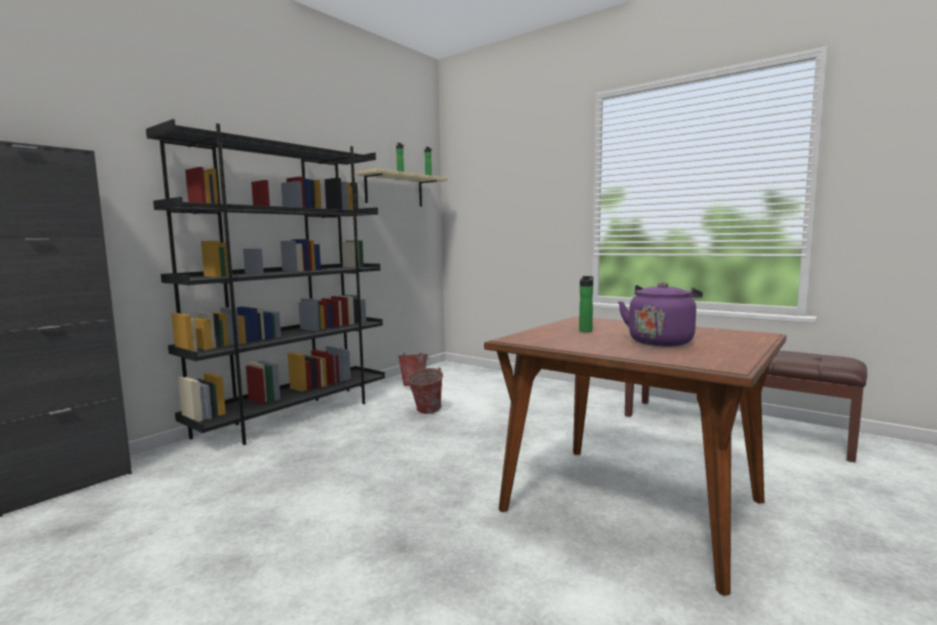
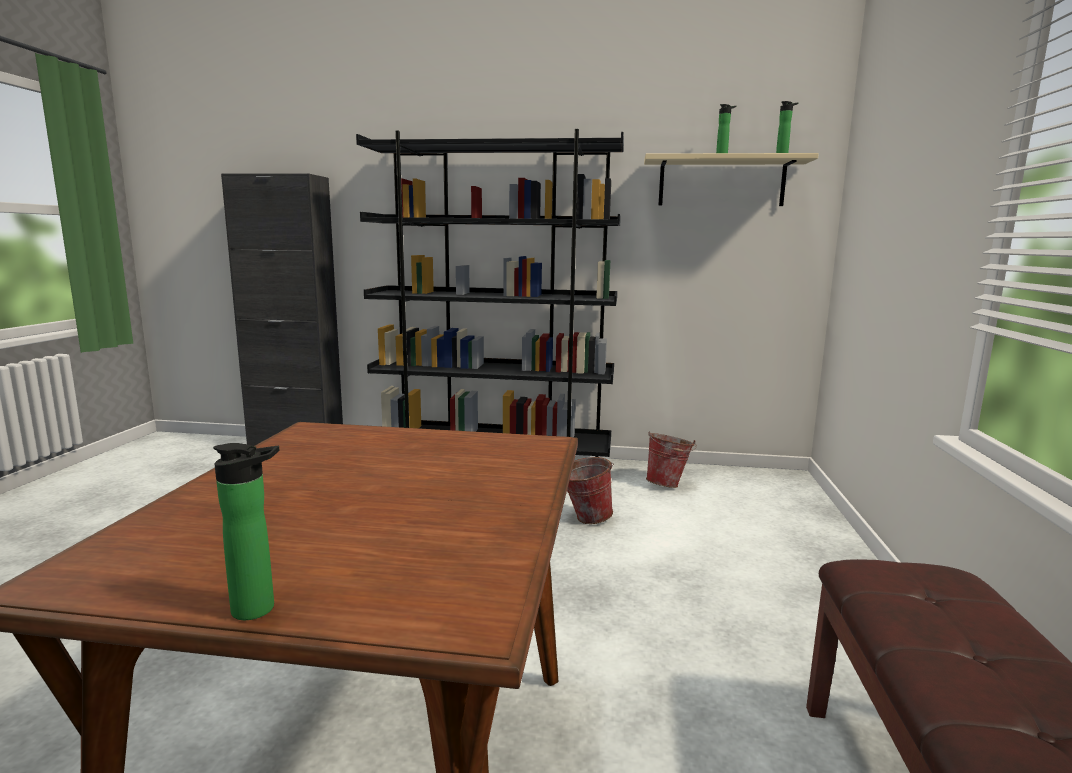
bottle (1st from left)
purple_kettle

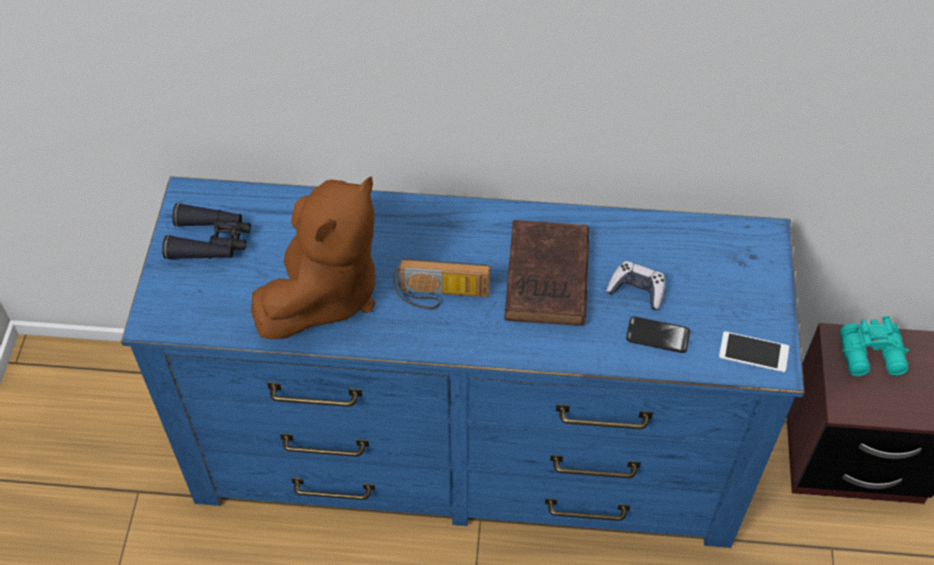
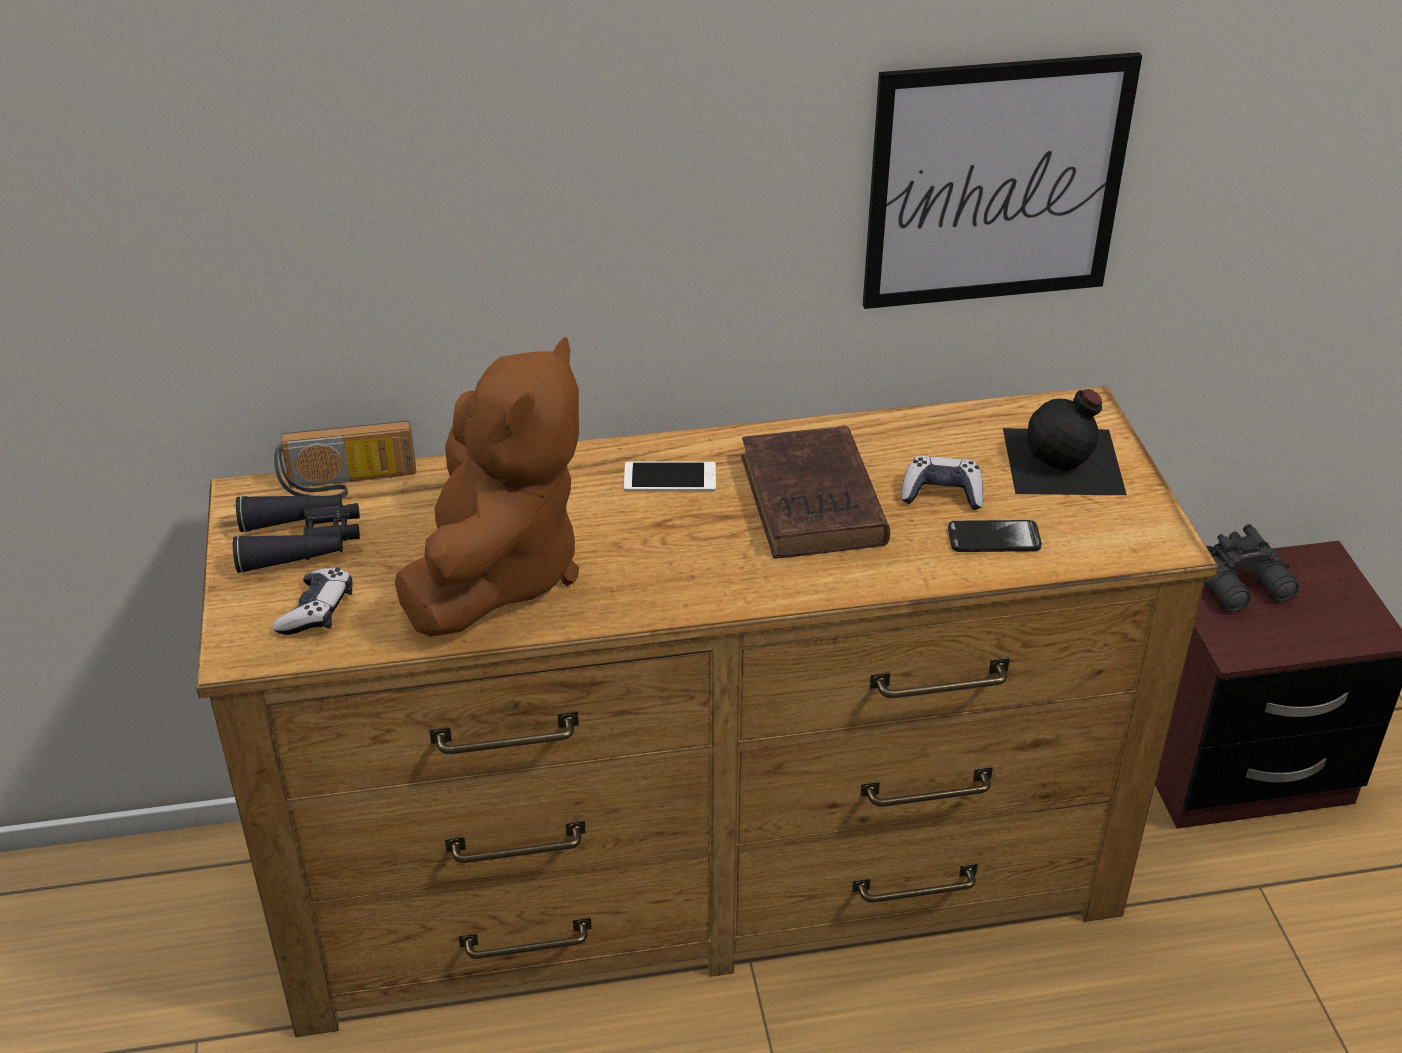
brown_dresser
radio
black_binoculars (2nd from left)
phone (1st from left)
picture
black_bottle
game_controller (1st from left)

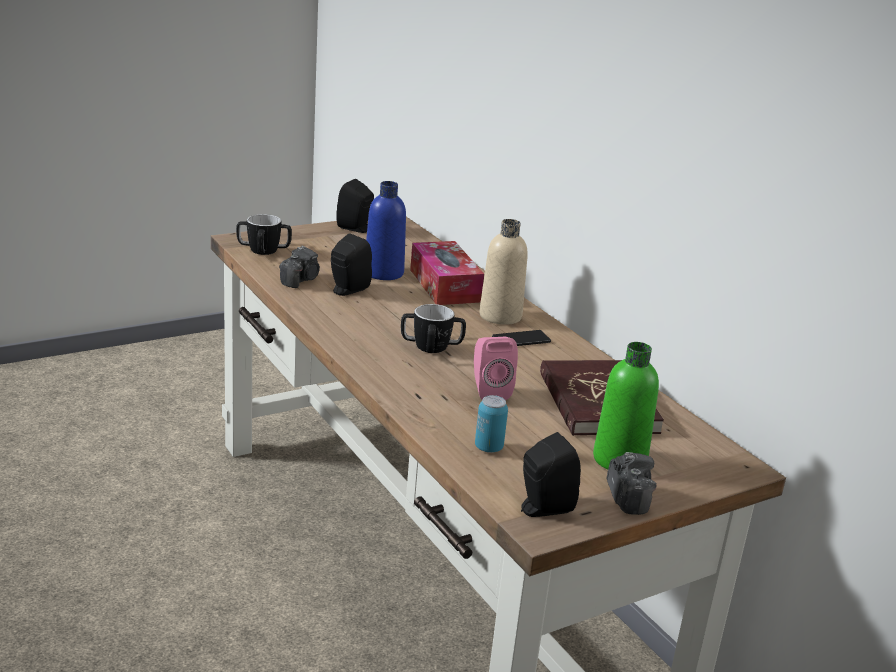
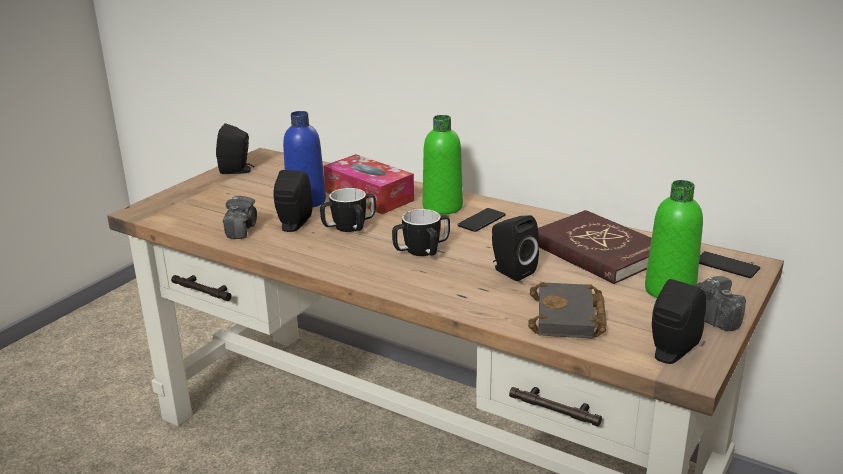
mug (1st from left)
green_bottle (1st from left)
black_speaker (3rd from left)
black_book
phone (2nd from left)

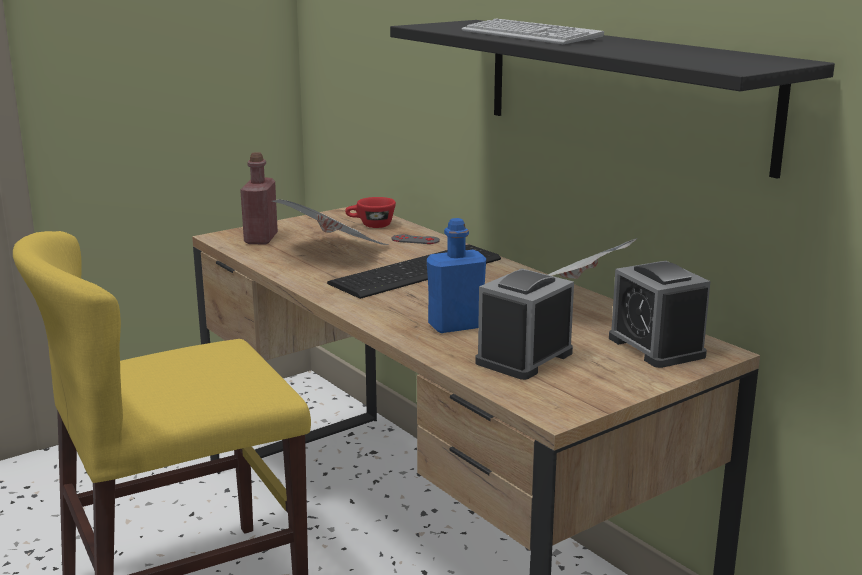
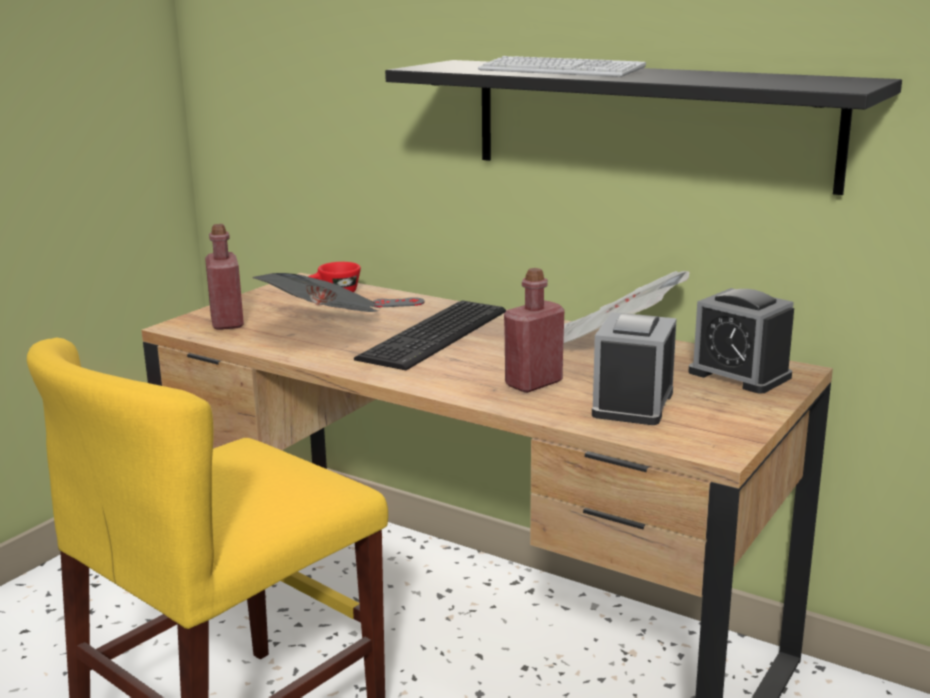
red_bottle (2nd from left)

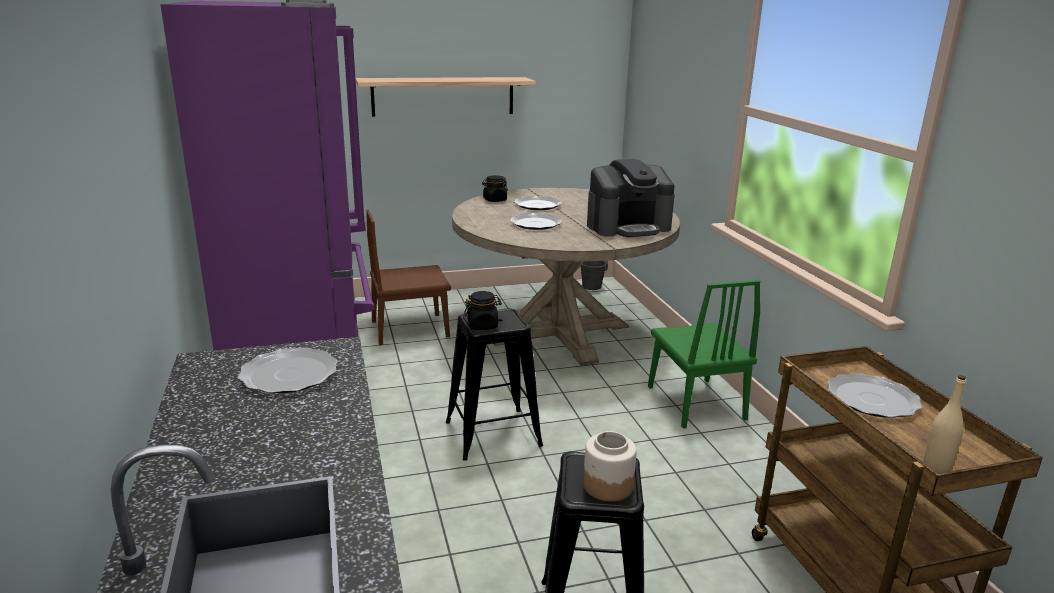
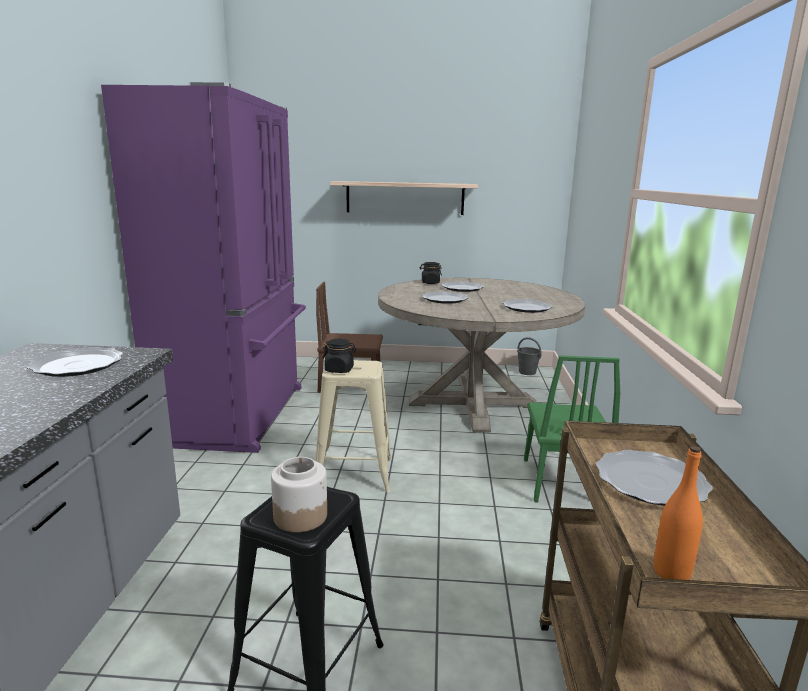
plate (4th from left)
beige_stool
orange_bottle

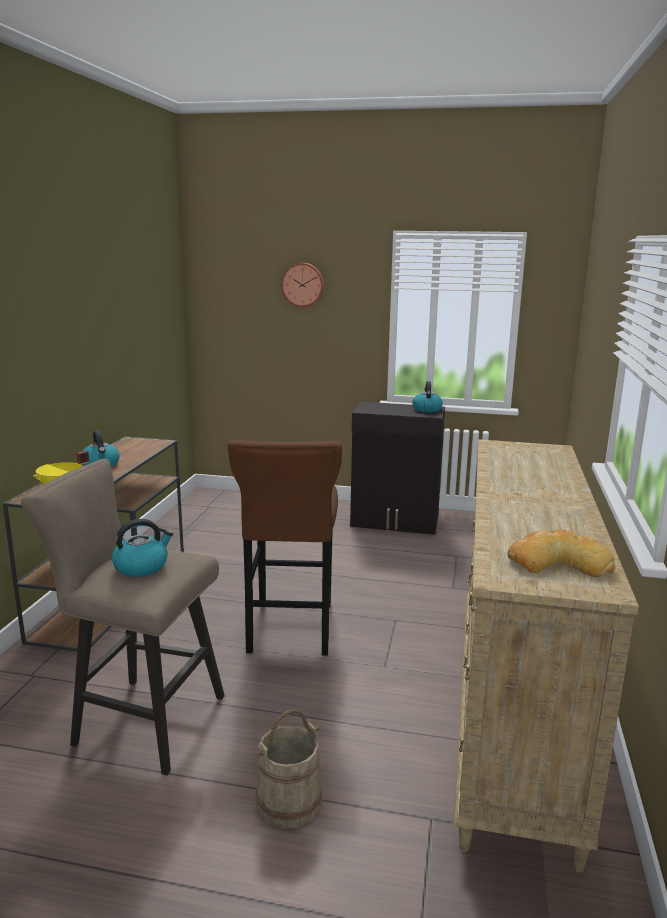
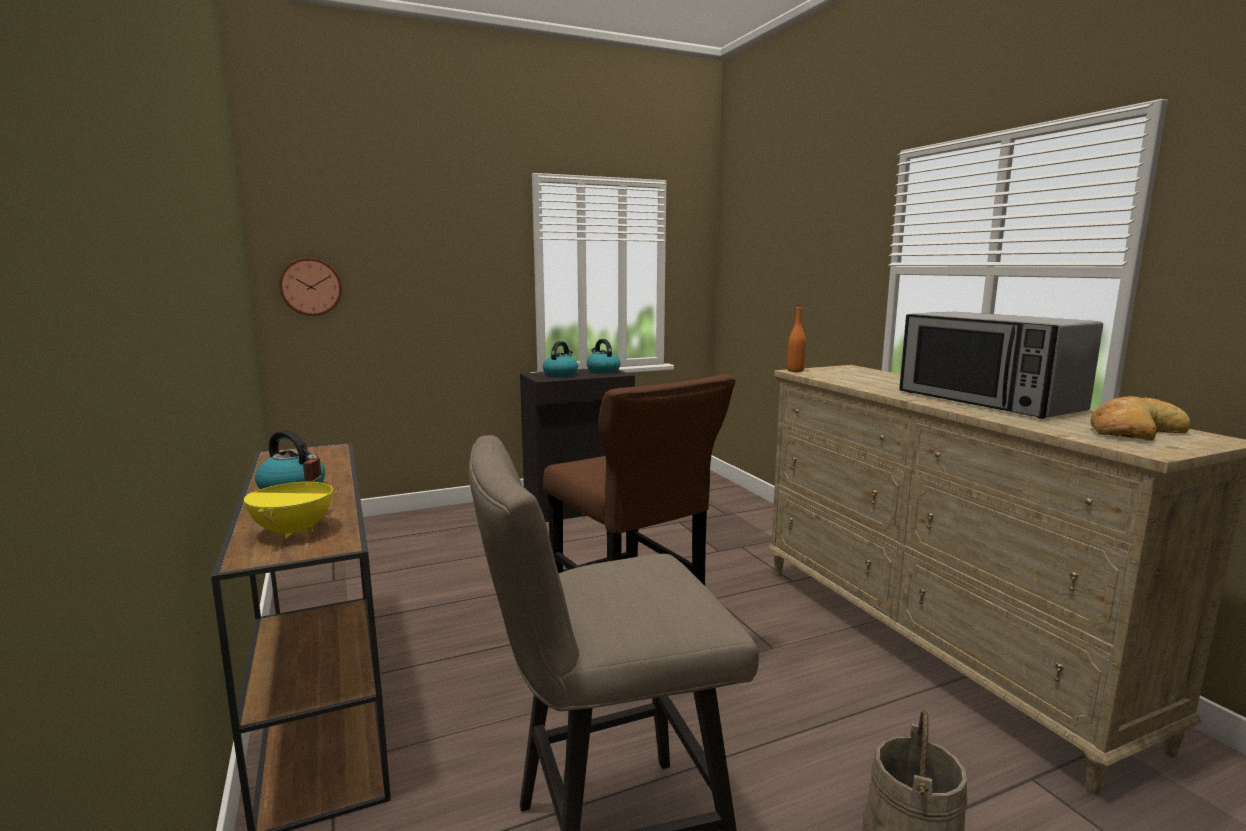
wall_clock
kettle (2nd from left)
orange_bottle
microwave

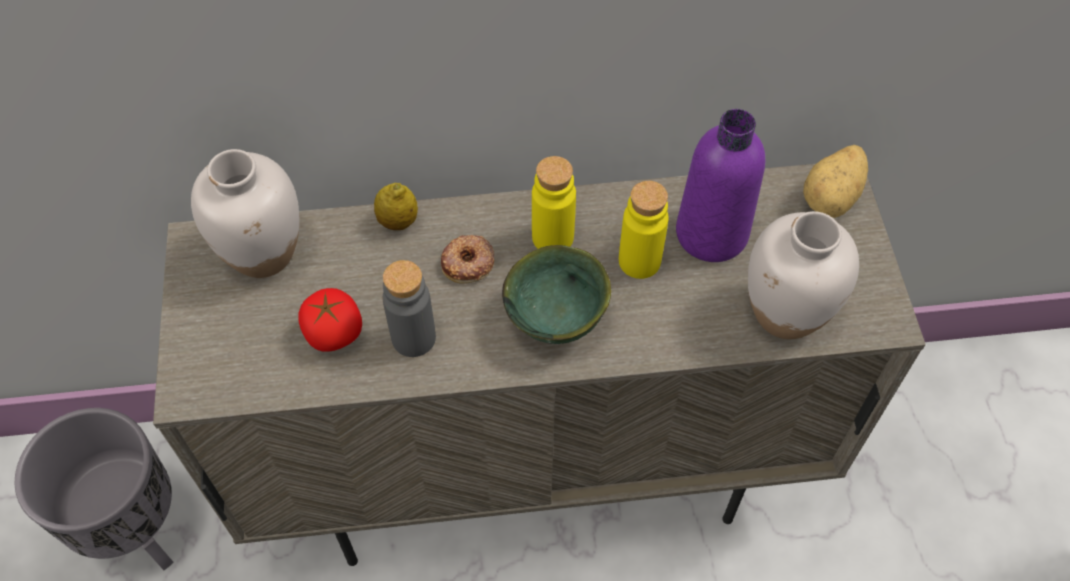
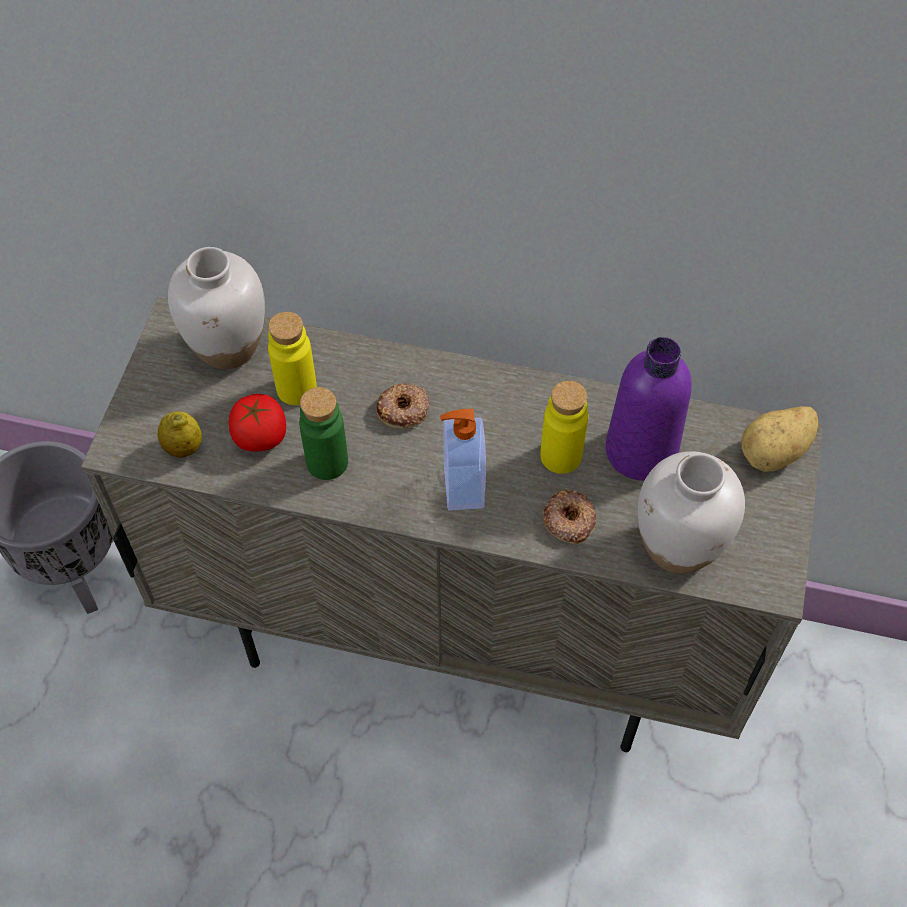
yellow_bottle (1st from left)
lemon
soap_dispenser
green_bottle
donut (2nd from left)

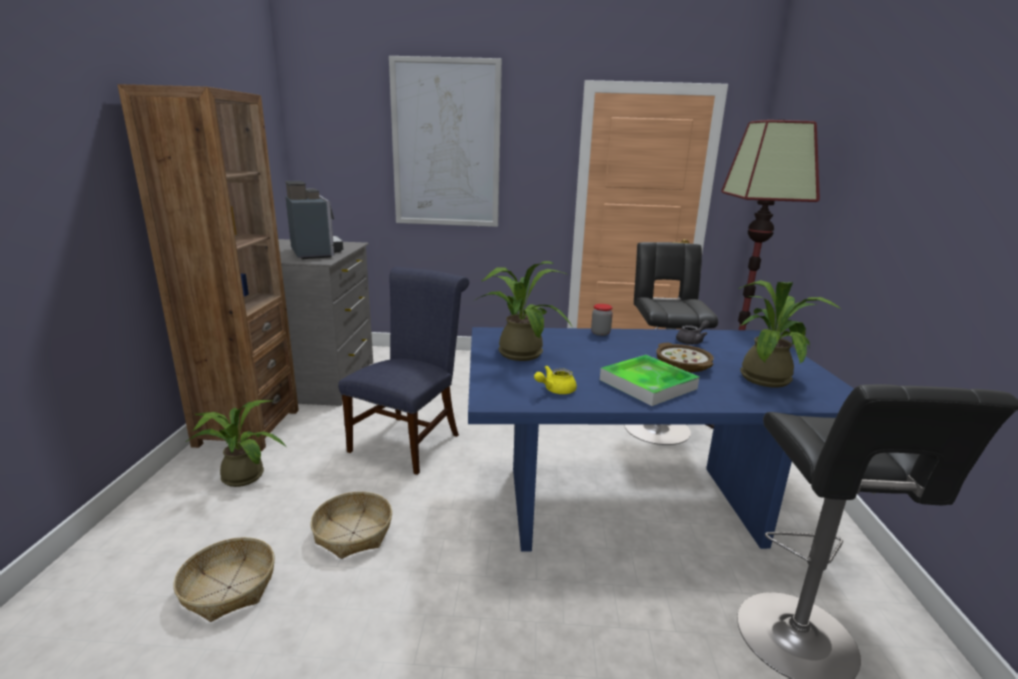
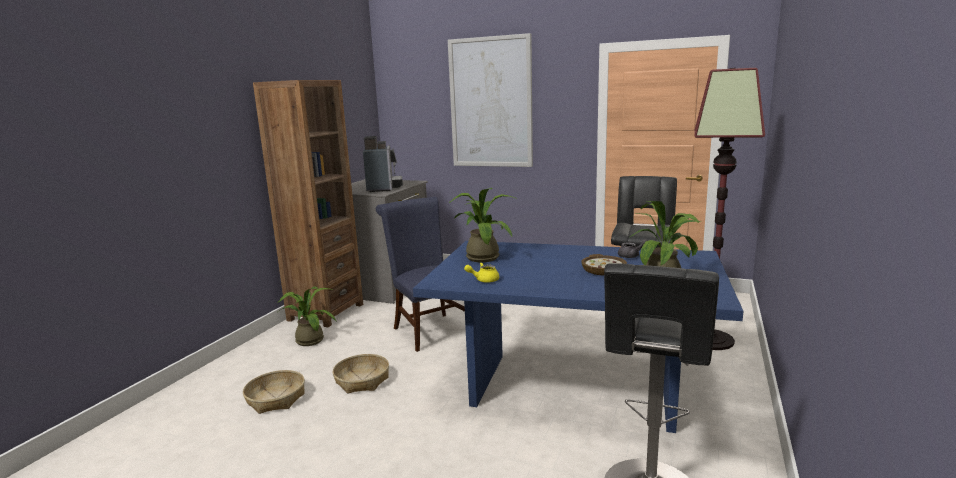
blue_chair
jar
tray

